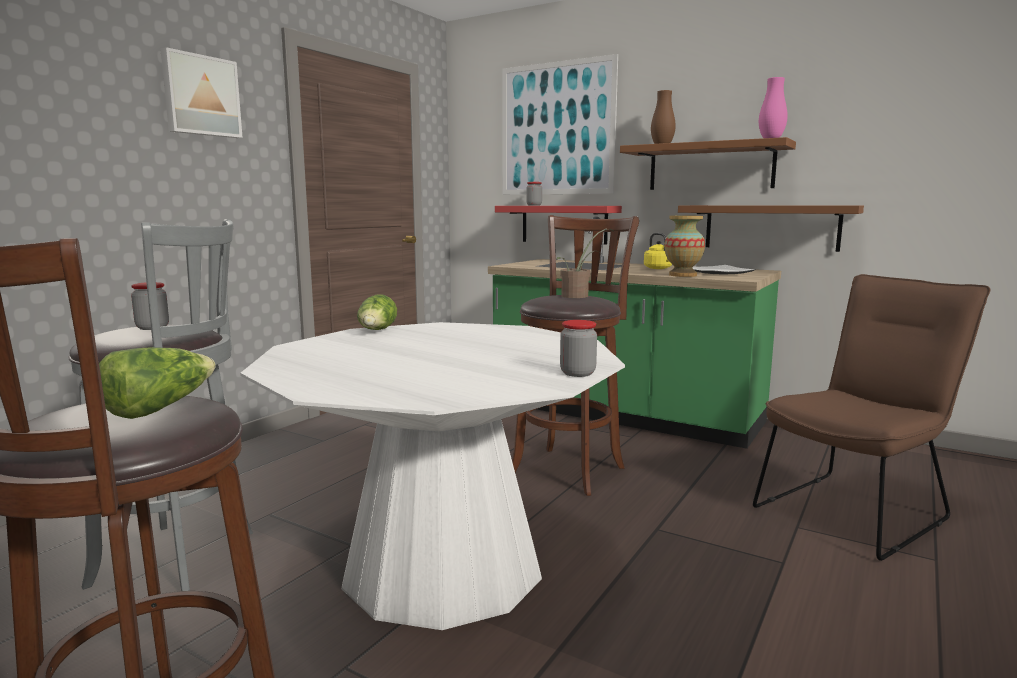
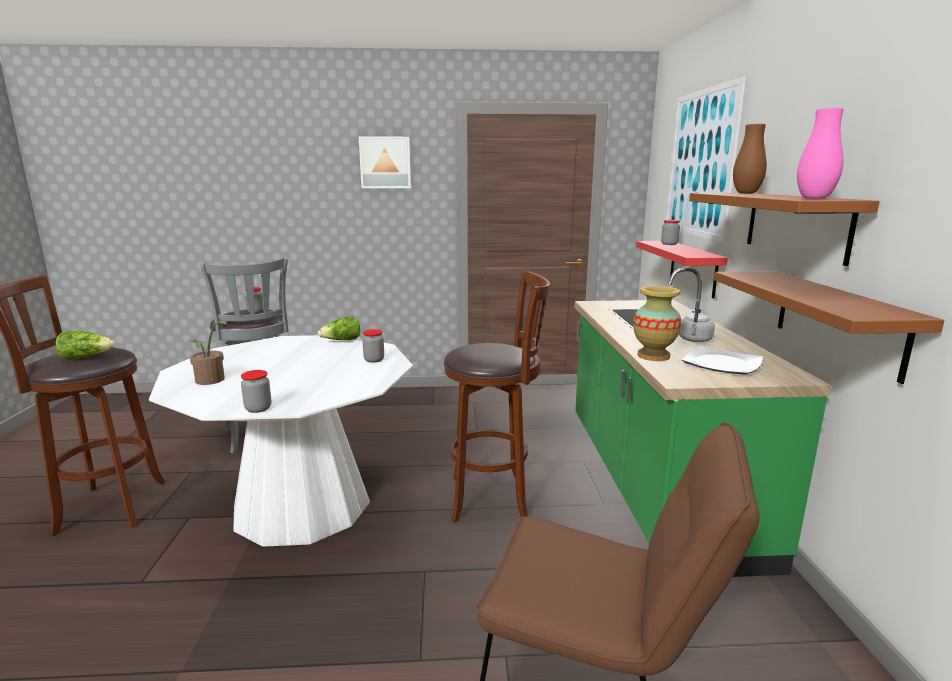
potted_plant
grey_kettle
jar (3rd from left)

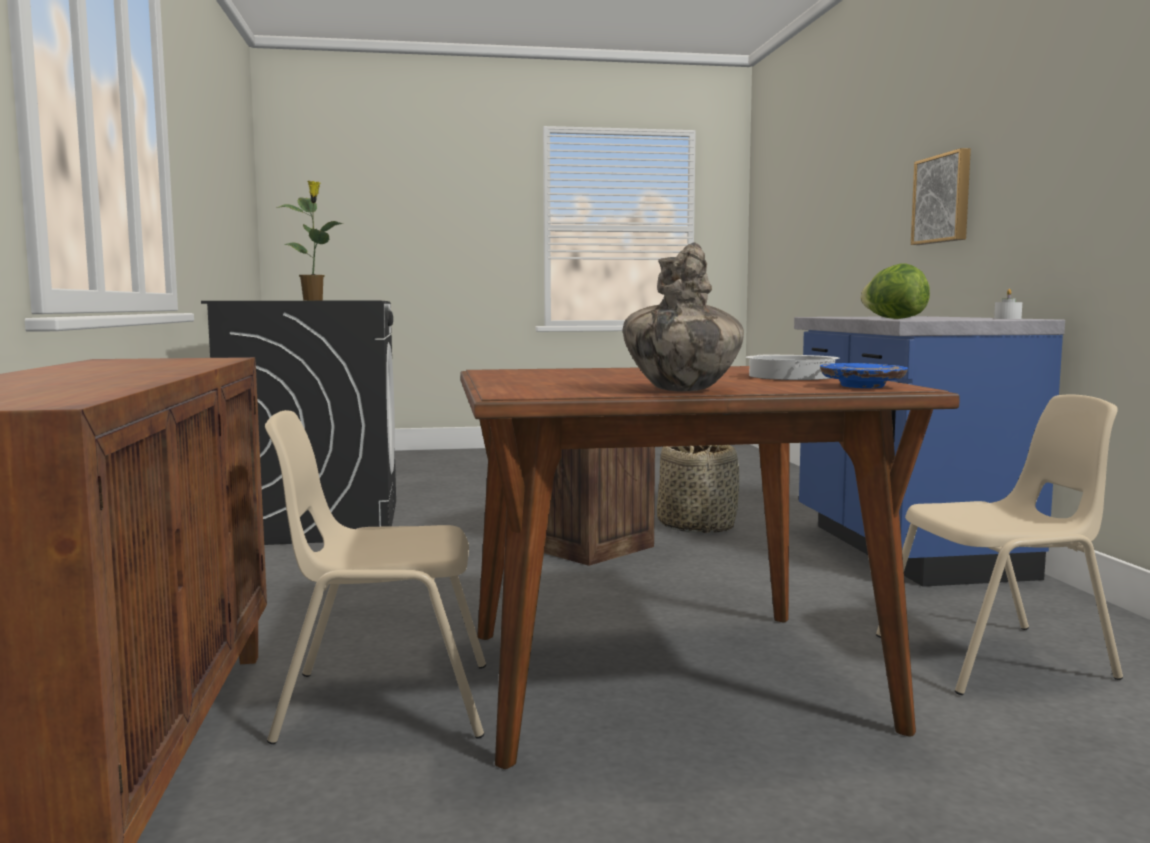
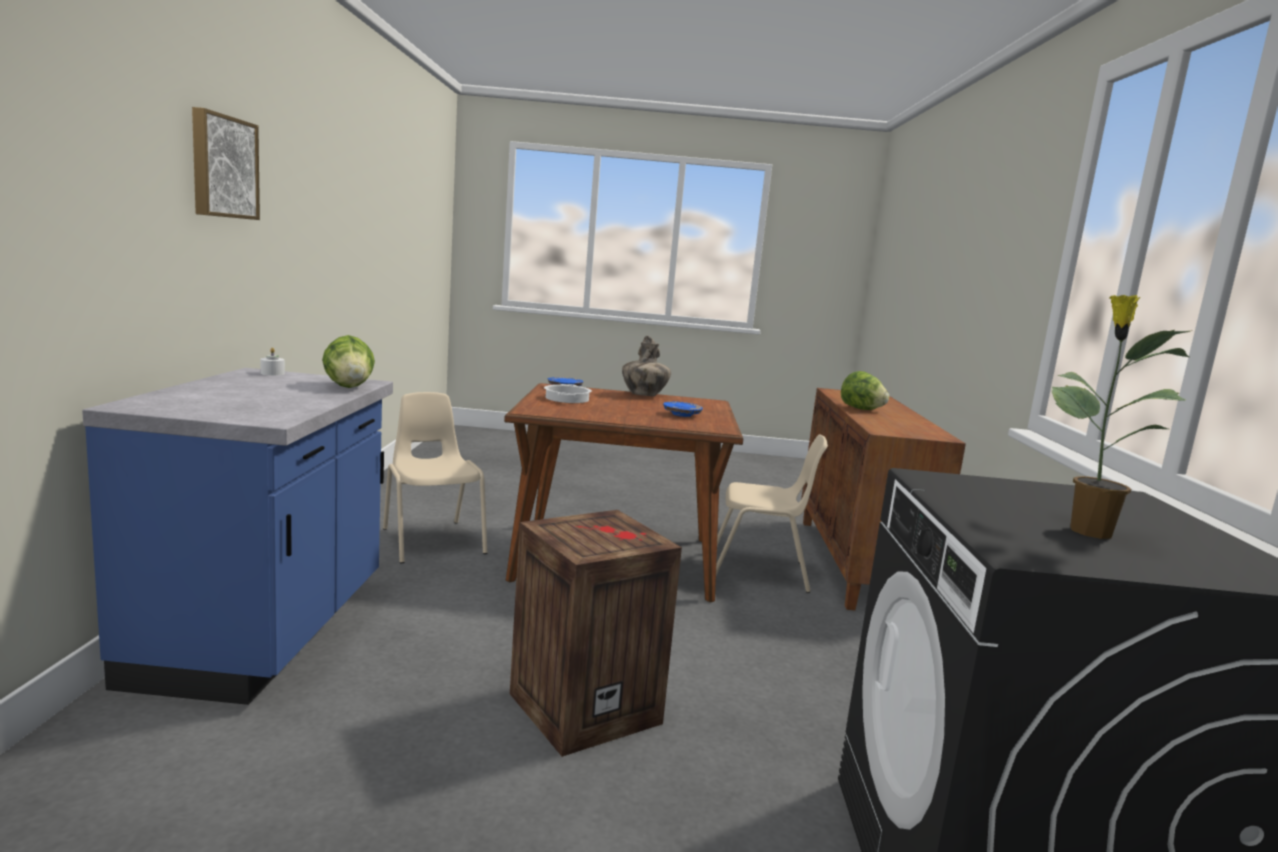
picture
beige_chair (1st from left)
basket
lettuce (2nd from left)
blue_plate (2nd from left)

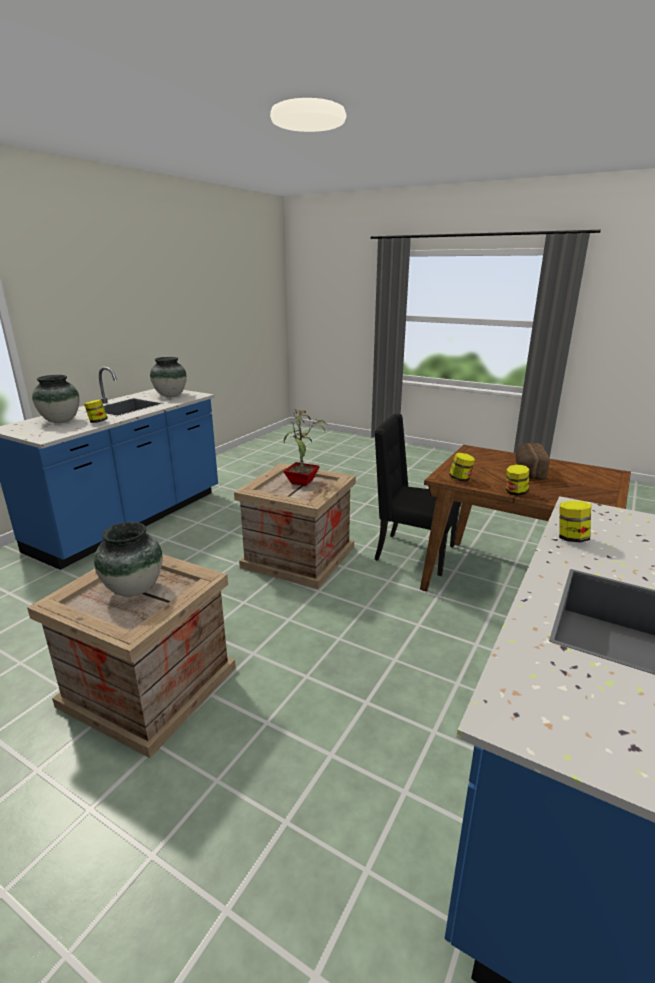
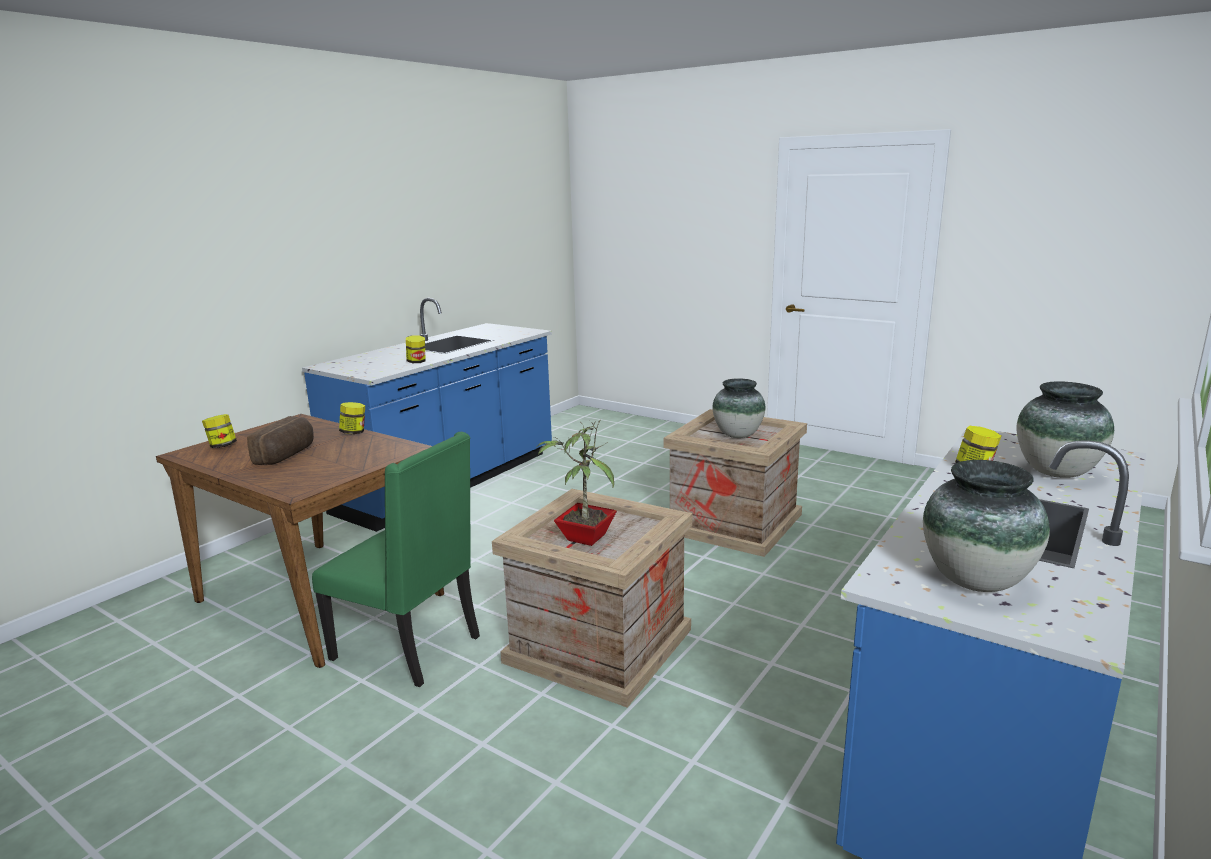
green_chair
jar (1st from left)

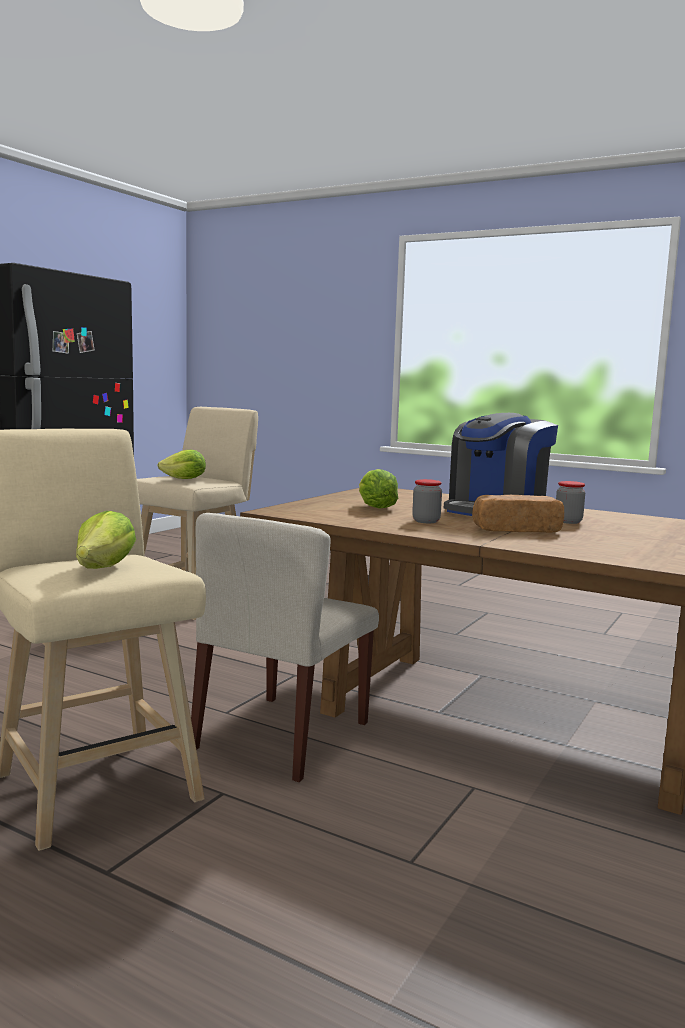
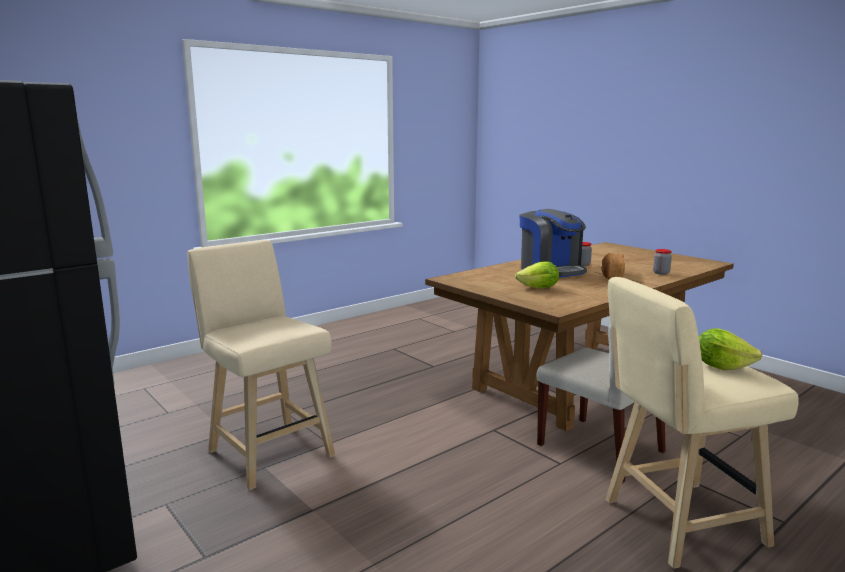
lettuce (2nd from left in the first image)
jar (2nd from left)

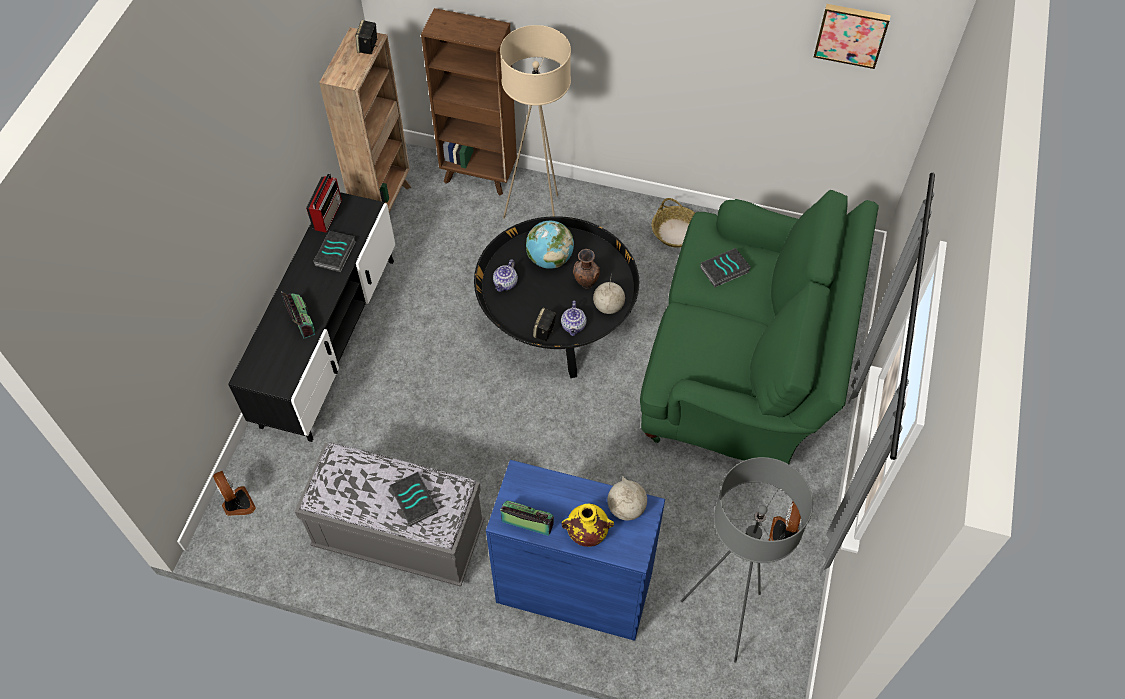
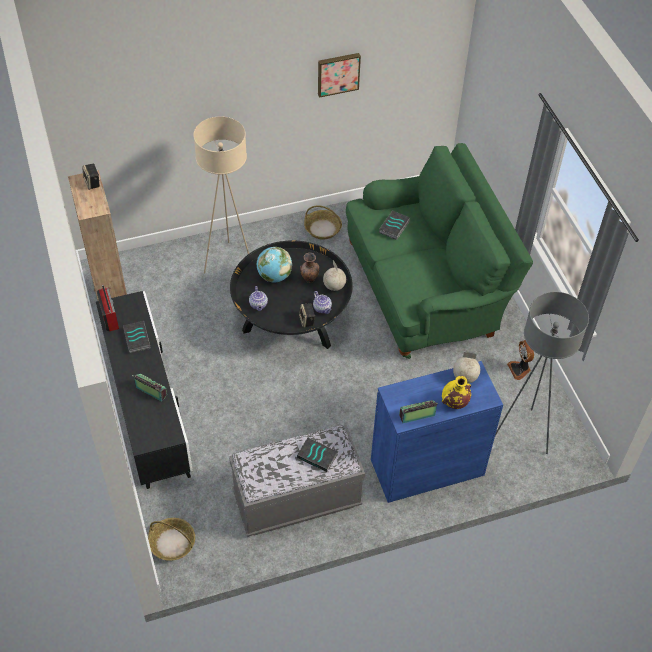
picture
brown_bookcase (2nd from left in the first image)
basket (1st from left)

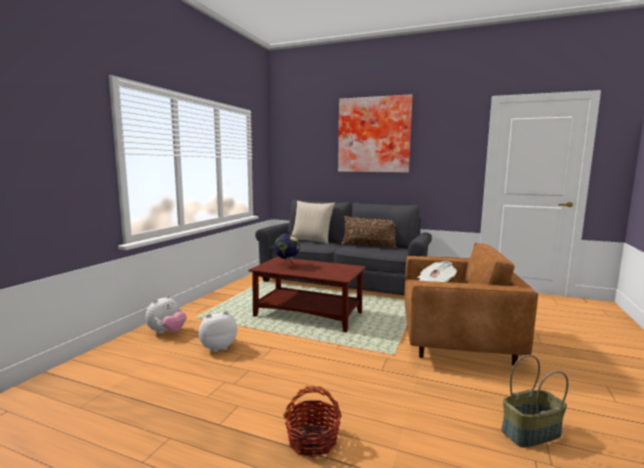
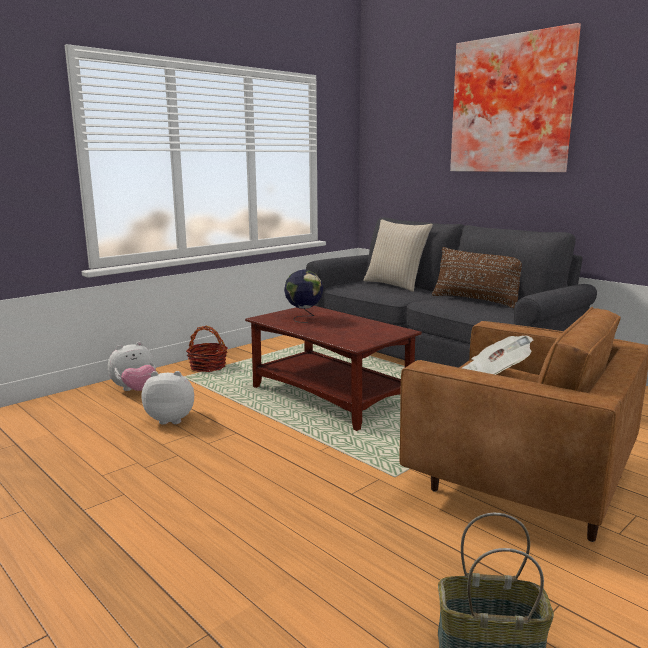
basket (1st from left)

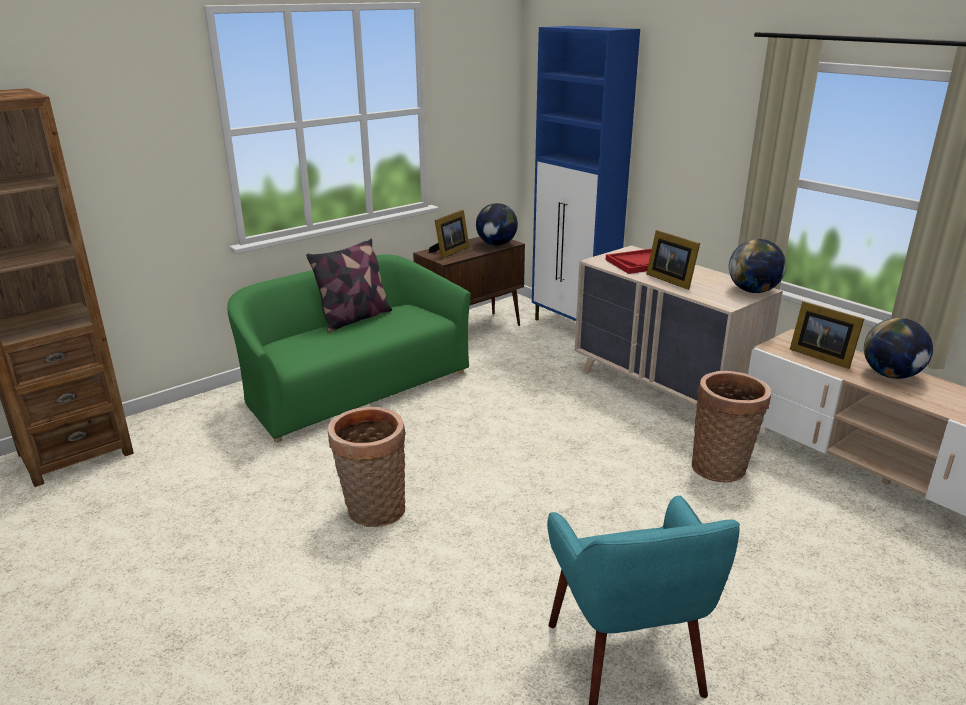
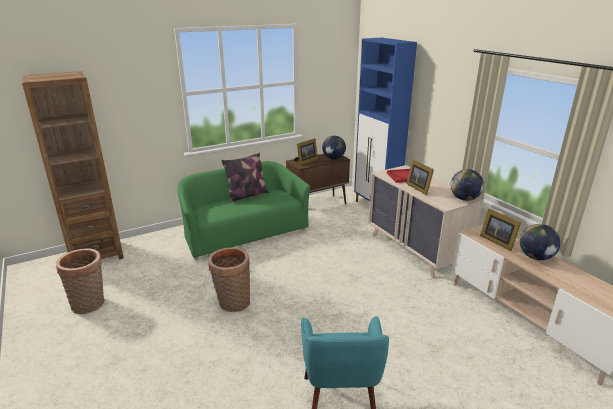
basket (1st from left)

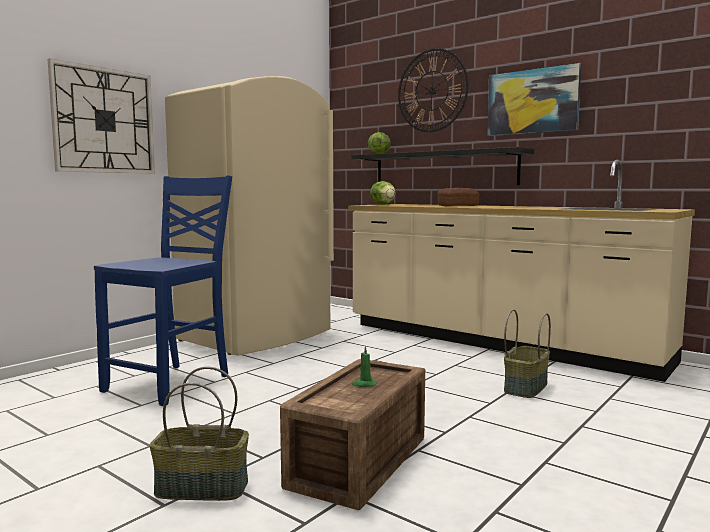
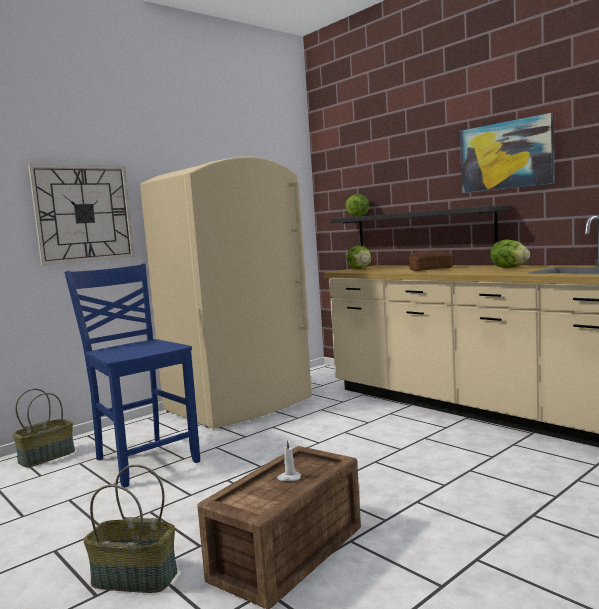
wall_clock (2nd from left in the first image)
blue_chair
basket (1st from left)
white_candle
lettuce (3rd from left)

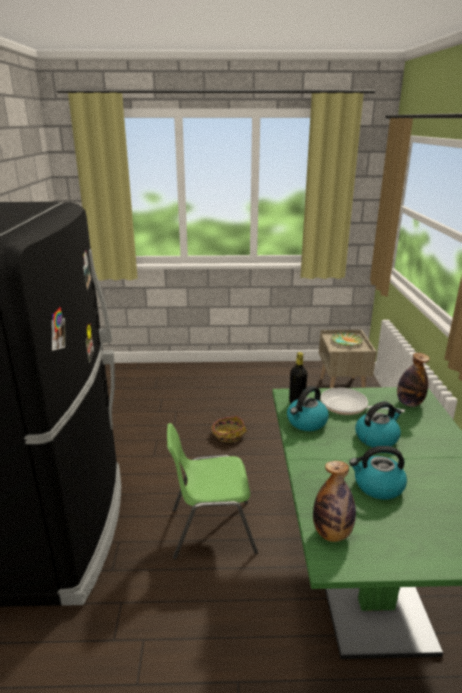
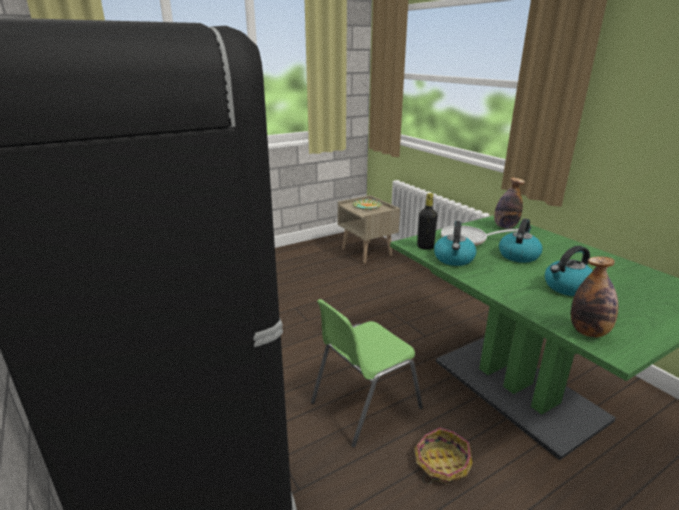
basket

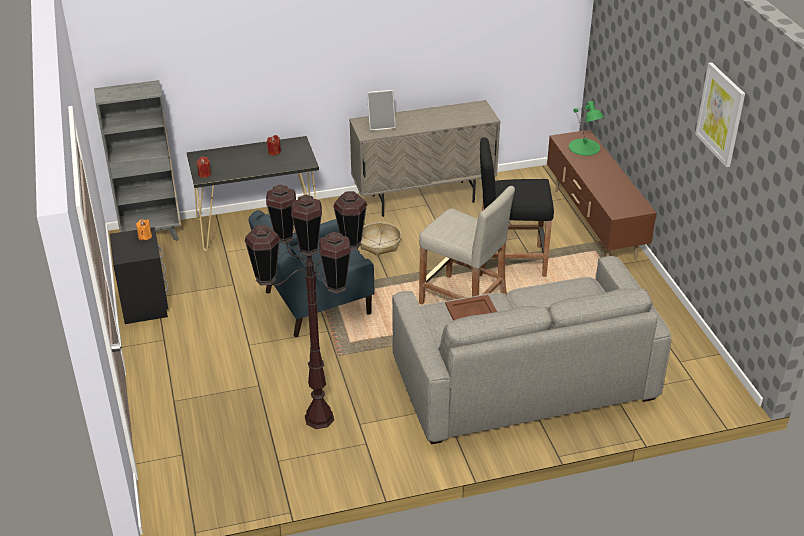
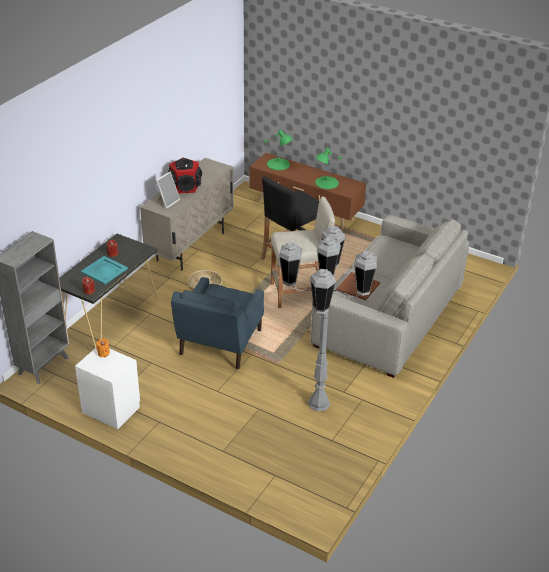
picture
grey_floor_lamp
white_nightstand
green_table_lamp (2nd from left)
speaker
turquoise_tray

